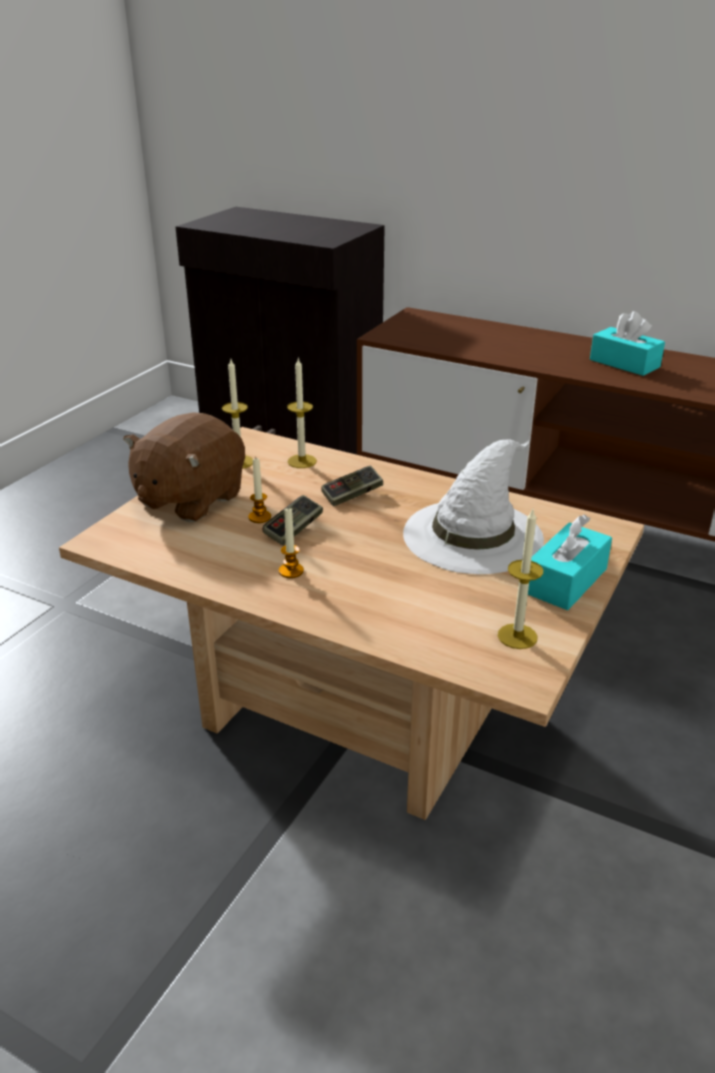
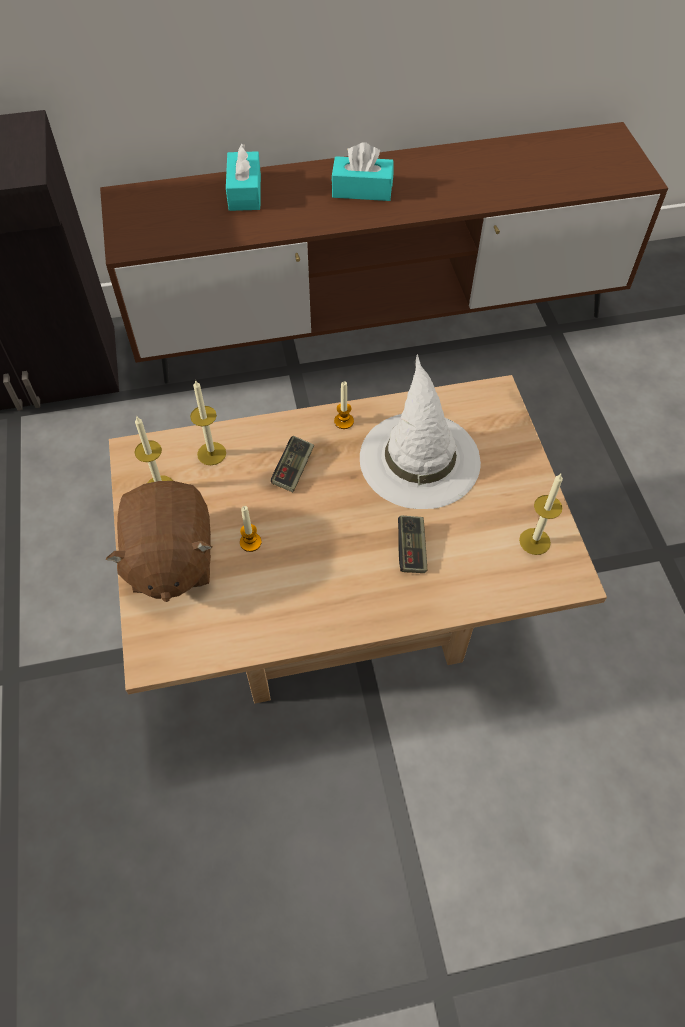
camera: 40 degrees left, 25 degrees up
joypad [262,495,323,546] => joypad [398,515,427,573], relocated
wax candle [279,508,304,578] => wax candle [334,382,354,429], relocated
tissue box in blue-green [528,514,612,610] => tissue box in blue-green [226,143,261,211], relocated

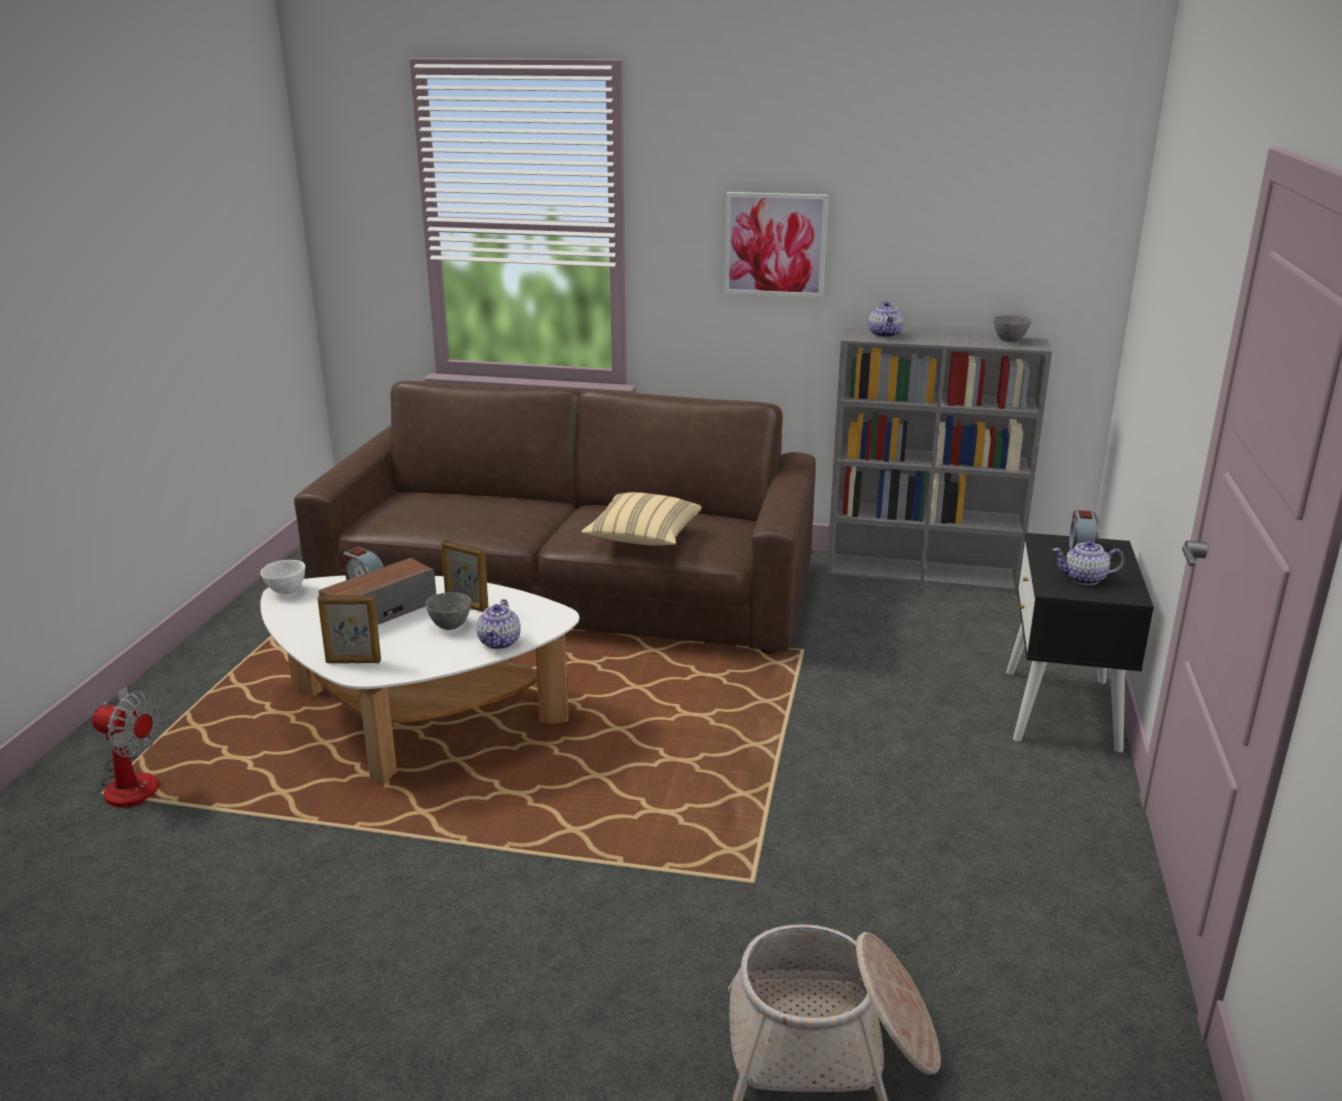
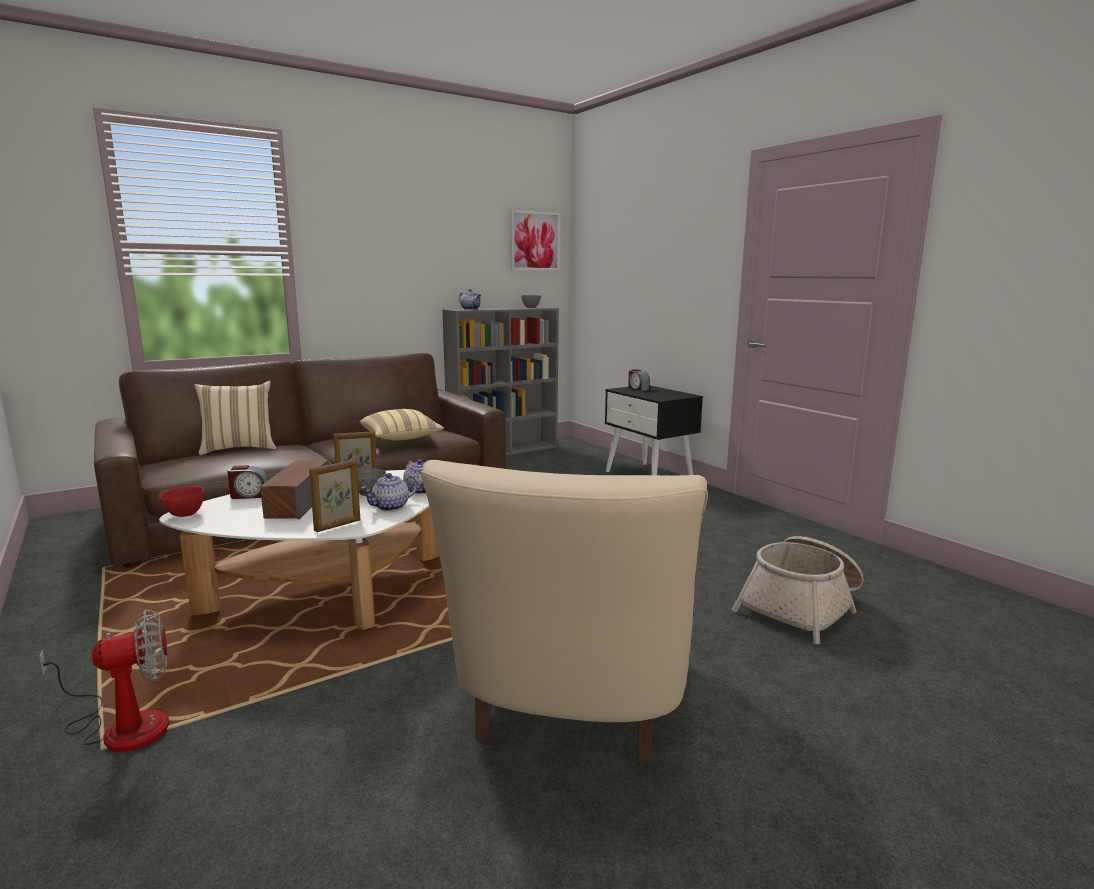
camera: 45 degrees left, 10 degrees down
wall picture [724,192,828,298] => wall picture [510,210,560,271], relocated
pot for tea [1052,540,1125,585] => pot for tea [361,473,418,511], relocated
bowl in white [261,560,305,594] => bowl in red-coloured [159,486,204,517]
nothing => cushion in beige-coloured [194,381,276,455]
nothing => lounge chair in beige-coloured [420,460,708,764]

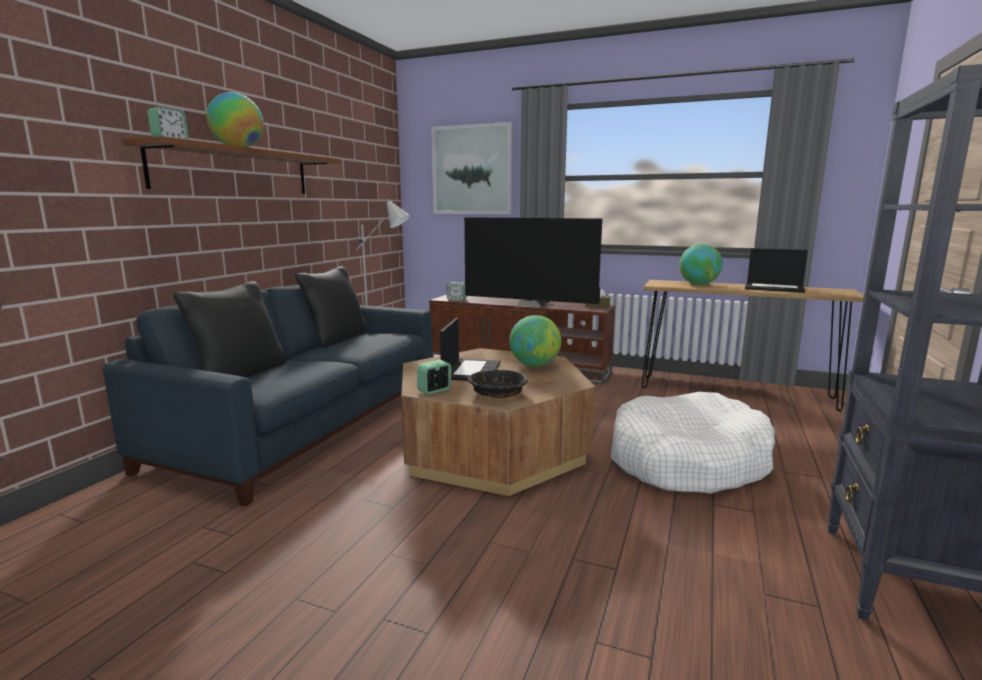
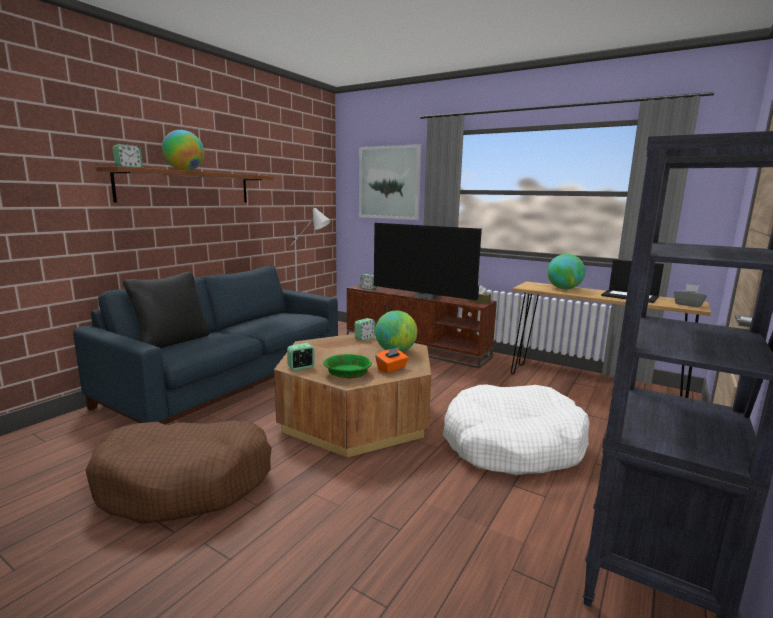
camera: 10 degrees right, 0 degrees up
cushion in black [295,266,367,348] => nothing
laptop [440,318,500,381] => nothing
bowl in black [468,370,528,398] => bowl in green [324,354,372,379]
nothing => tissue box in gray [674,284,707,307]
nothing => bedside clock [355,318,375,341]
nothing => tissue box in orange-coloured [375,347,408,373]
nothing => dog bed in brown-coloured [85,420,272,524]

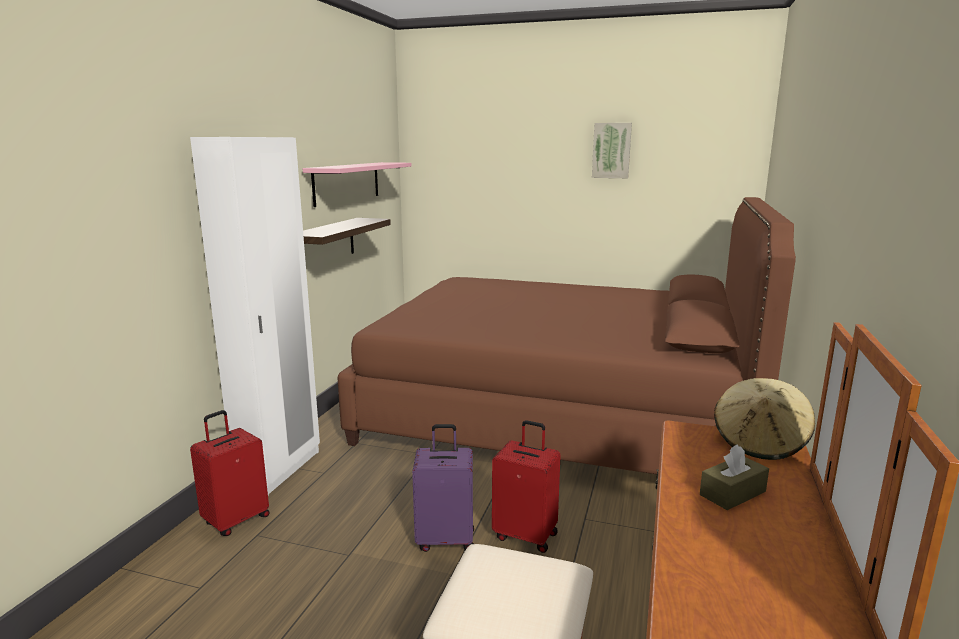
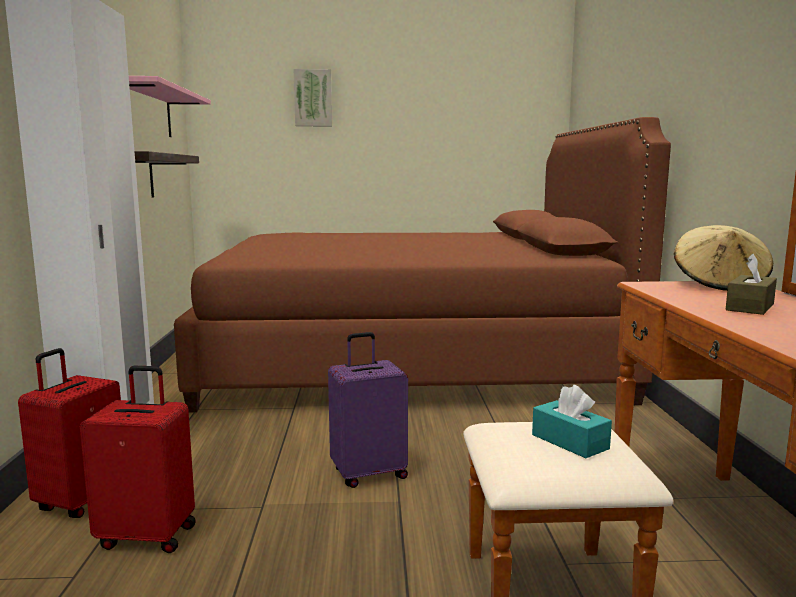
camera: 20 degrees left, 5 degrees down
wall picture [592,123,632,178] => wall picture [293,69,332,126], relocated
suitcase in red-coloured [492,420,561,553] => suitcase in red-coloured [80,366,196,553], relocated
nothing => tissue box in blue-green [532,385,612,458]

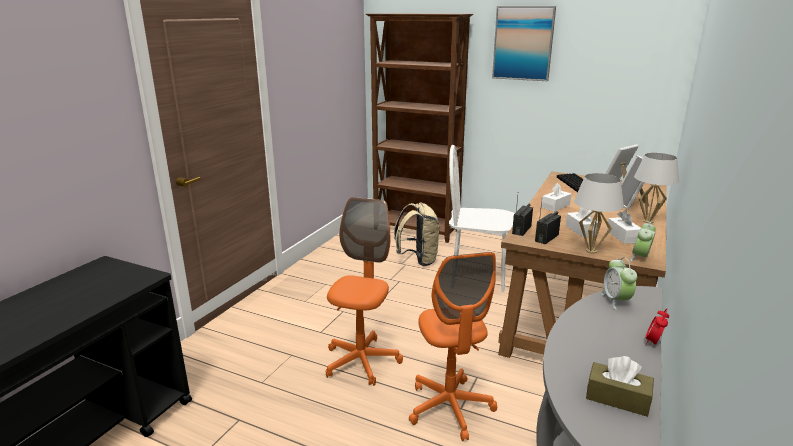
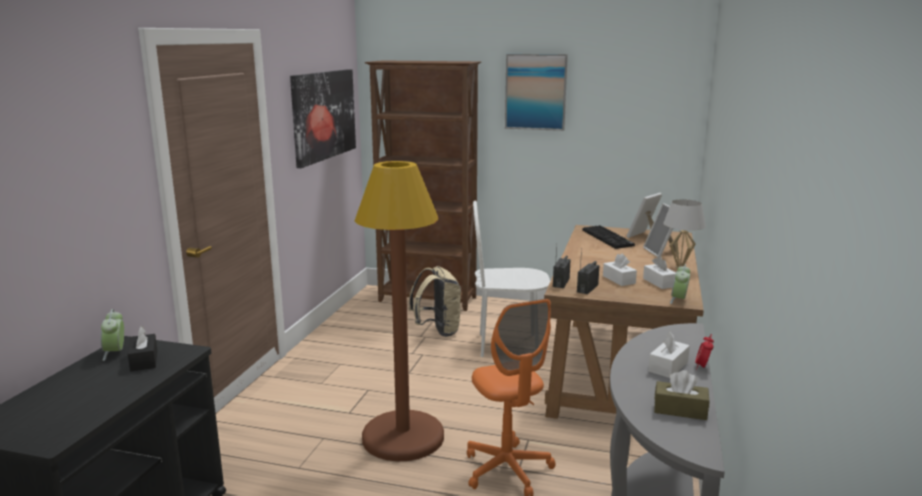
camera: 10 degrees left, 5 degrees down
table lamp in white [574,173,624,254] => nothing
tissue box in white [541,183,571,212] => tissue box in white [648,332,690,378], relocated
desk chair in orange-coloured [326,197,403,386] => standing lamp in brown-coloured [355,161,444,461]
bedside clock [601,257,637,310] => bedside clock [101,309,124,361], relocated
nothing => wall picture [290,69,356,168]
nothing => tissue box in black [128,326,157,371]

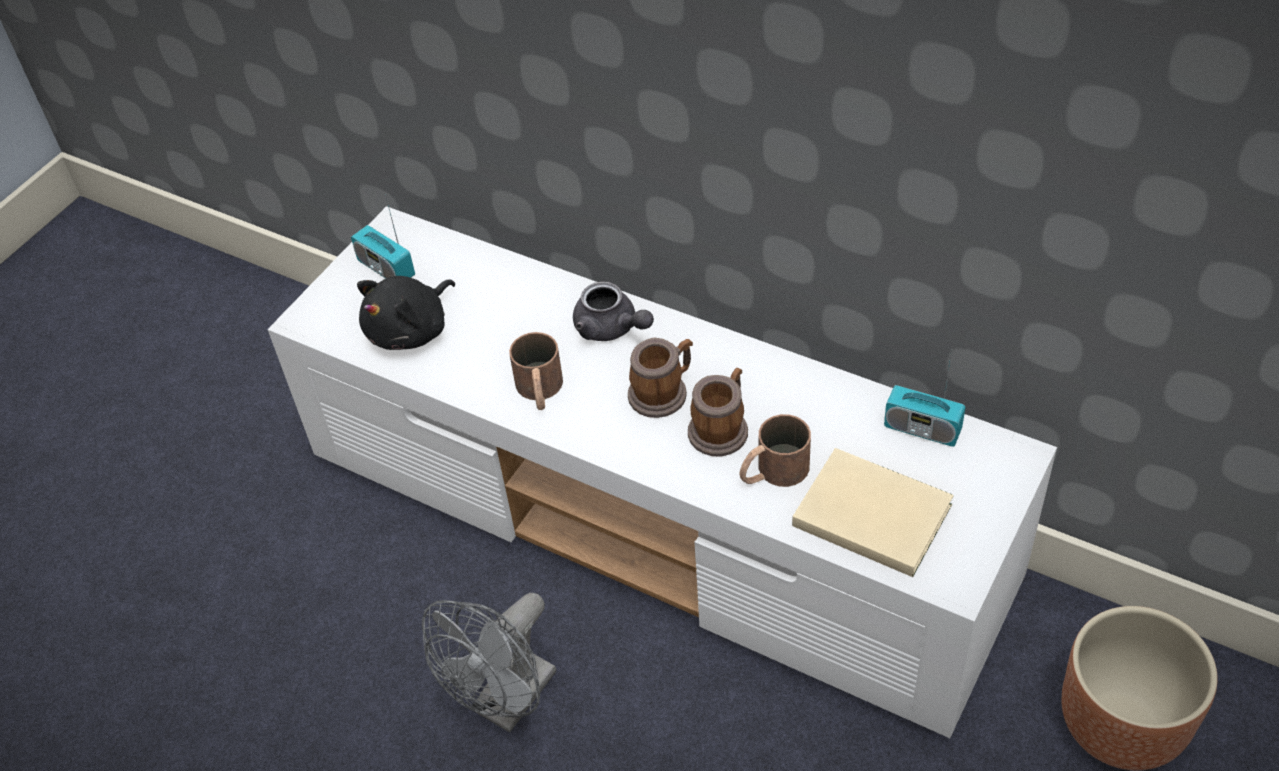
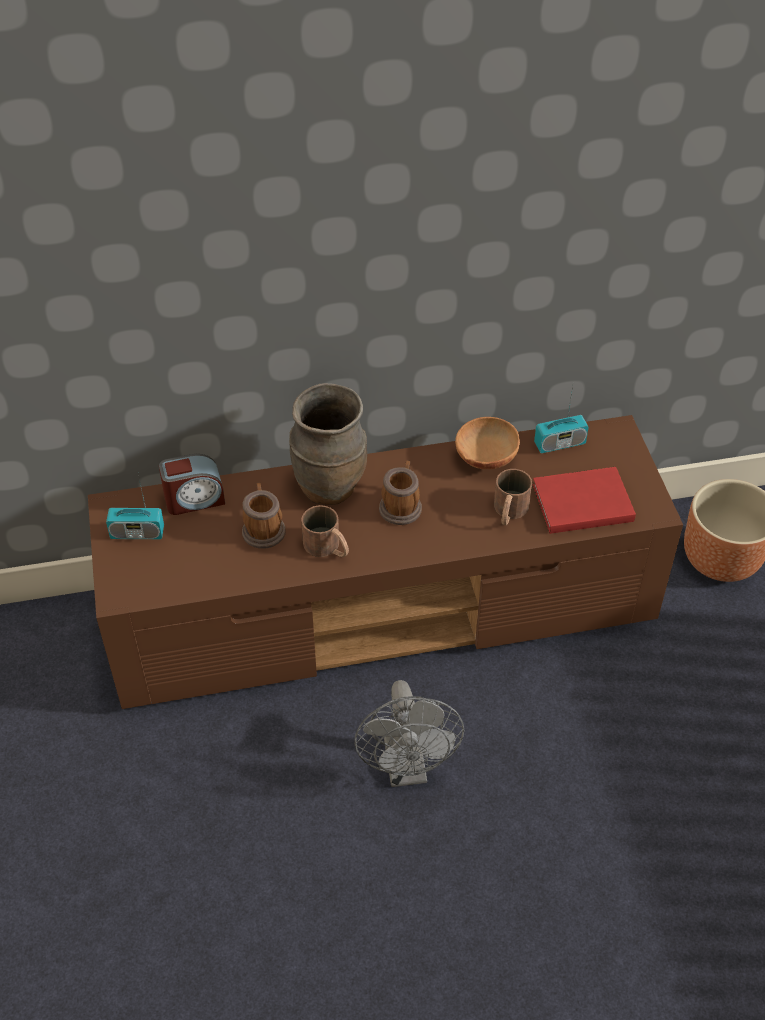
camera: 45 degrees left, 0 degrees up
media console in white [268,206,1057,738] => media console in brown-coloured [88,415,683,709]
cuddly toy in black [357,276,455,350] => nothing
pot for tea in gray [573,282,654,341] => decorative vase in brown-coloured [289,383,367,505]
coffee mug [688,368,748,456] => coffee mug [242,483,286,549], relocated
bound book in beige-coloured [792,448,954,577] => bound book in red-coloured [532,467,636,534]
nothing => bowl in brown-coloured [455,417,520,469]
nothing => bedside clock [159,454,225,515]

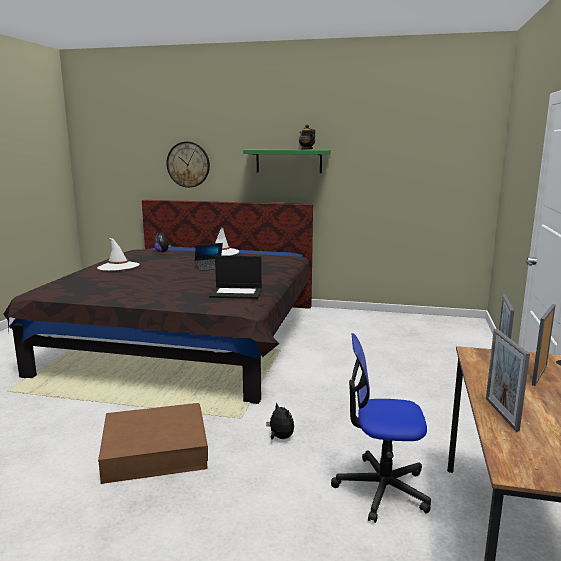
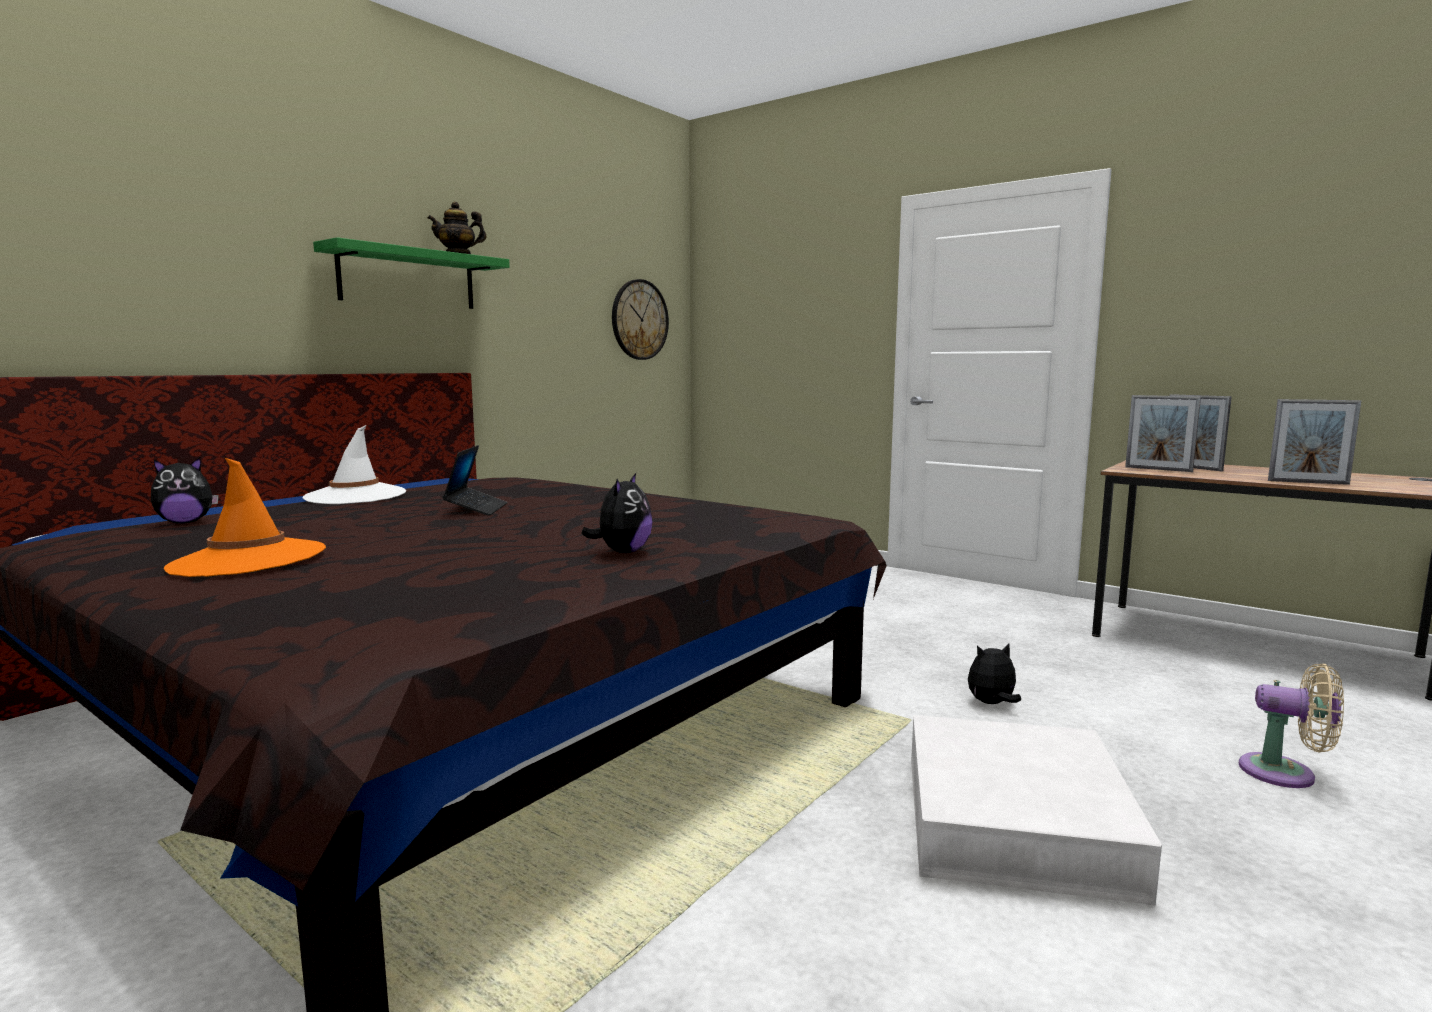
camera: 65 degrees left, 5 degrees down
hanging clock [166,142,210,188] => hanging clock [612,279,669,360], relocated
clothing hat in white [97,238,139,271] => clothing hat in orange-coloured [164,458,326,577]
laptop [209,255,262,299] => nothing
desk chair [331,333,431,523] => nothing
storage container in brown-coloured [98,403,208,484] => storage container in white [911,715,1162,906]
nothing => cuddly toy [581,473,653,553]
nothing => fan in beige-coloured [1239,663,1344,788]

